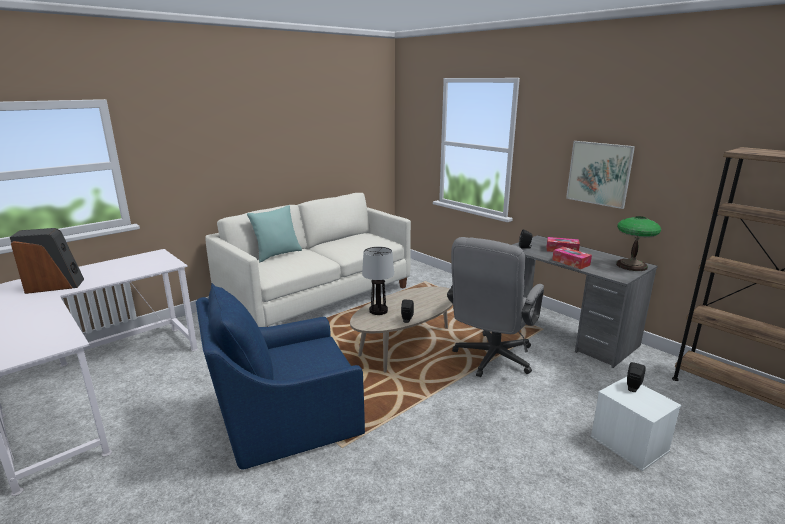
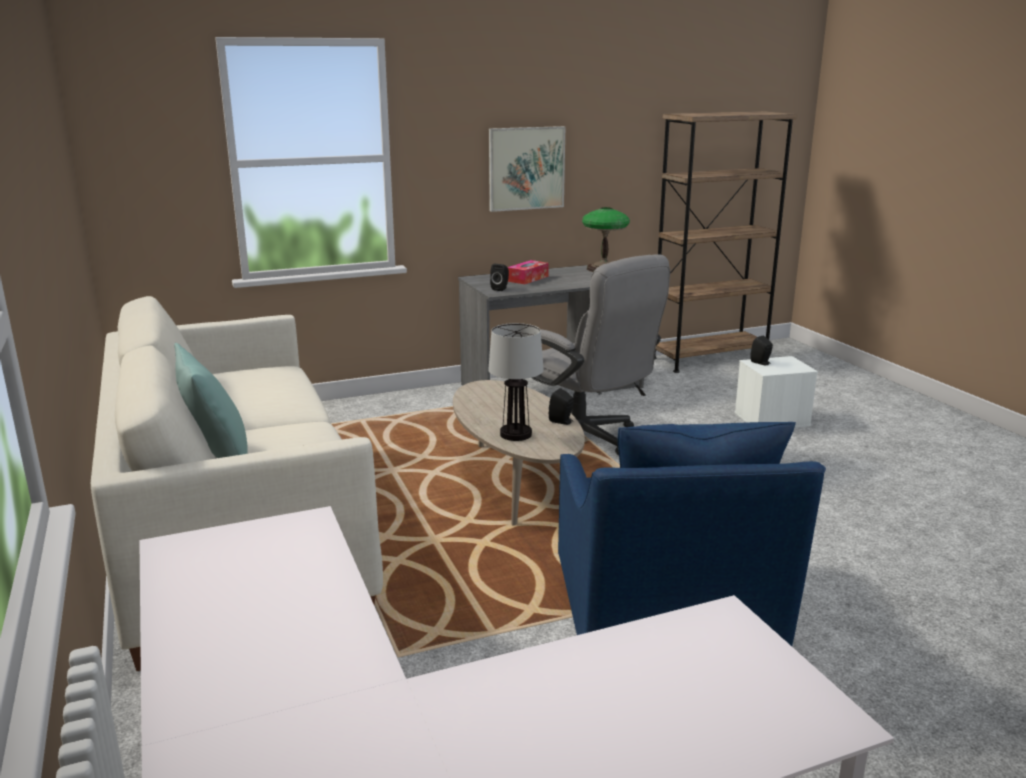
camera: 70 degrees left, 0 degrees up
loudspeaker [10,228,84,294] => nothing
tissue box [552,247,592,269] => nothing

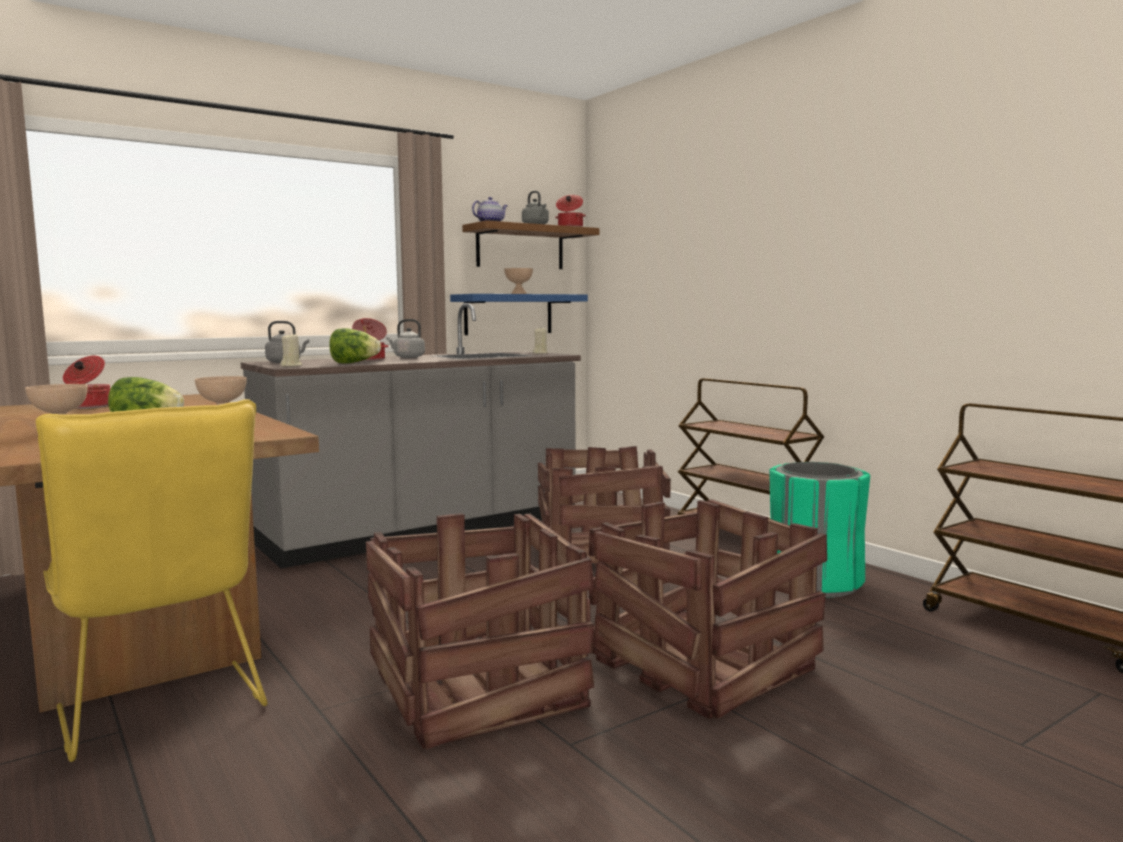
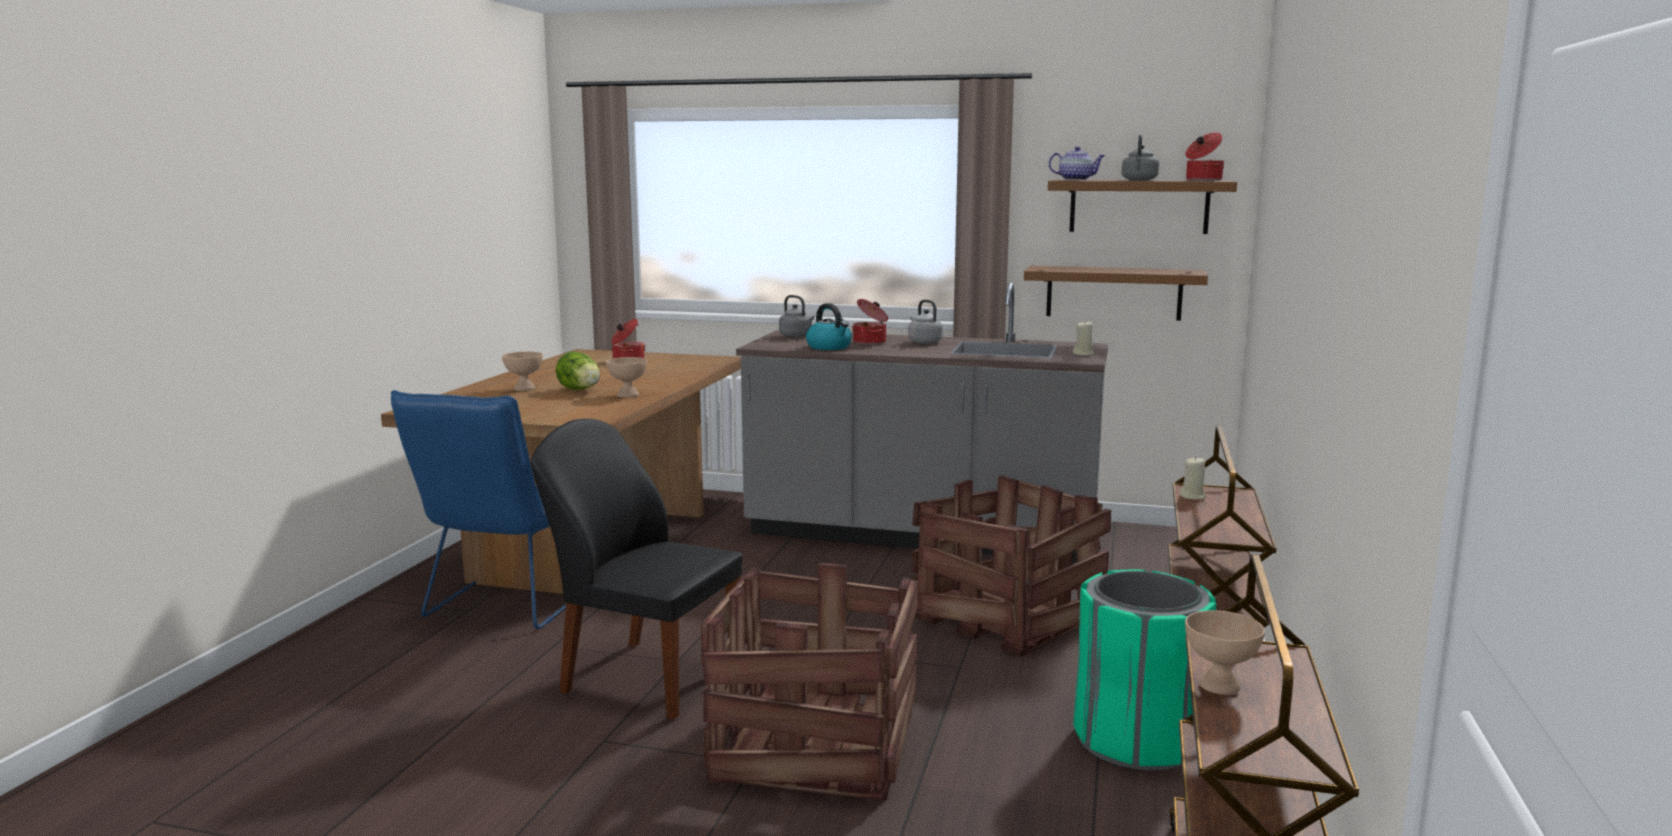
camera: 50 degrees right, 5 degrees up
bowl in beige-coloured [504,268,533,294] => bowl in beige-coloured [1185,610,1265,695], relocated
shelf in blue-coloured [450,294,588,335] => shelf in brown-coloured [1024,266,1208,321]
lettuce [329,328,381,364] => water kettle [806,303,852,350]
wax candle in beige-coloured [281,334,302,366] => wax candle in beige-coloured [1179,457,1207,500], relocated
chair in yellow-coloured [36,399,268,762] => chair in blue-coloured [391,390,566,629]
shipping crate [366,513,594,750] => chair in black [531,419,742,719]

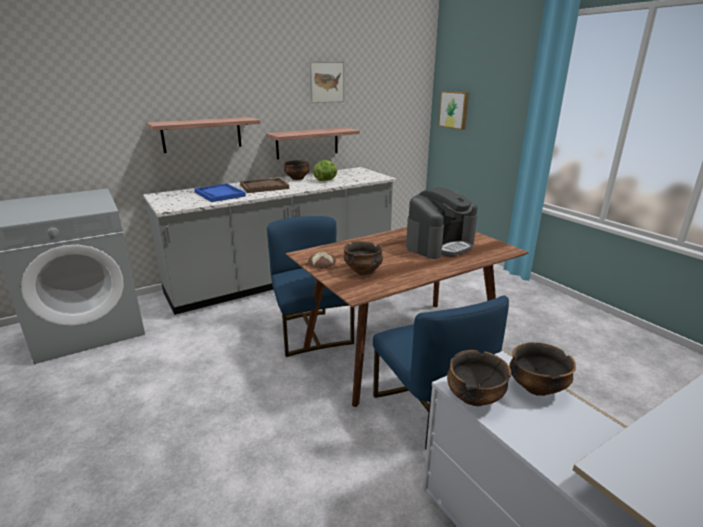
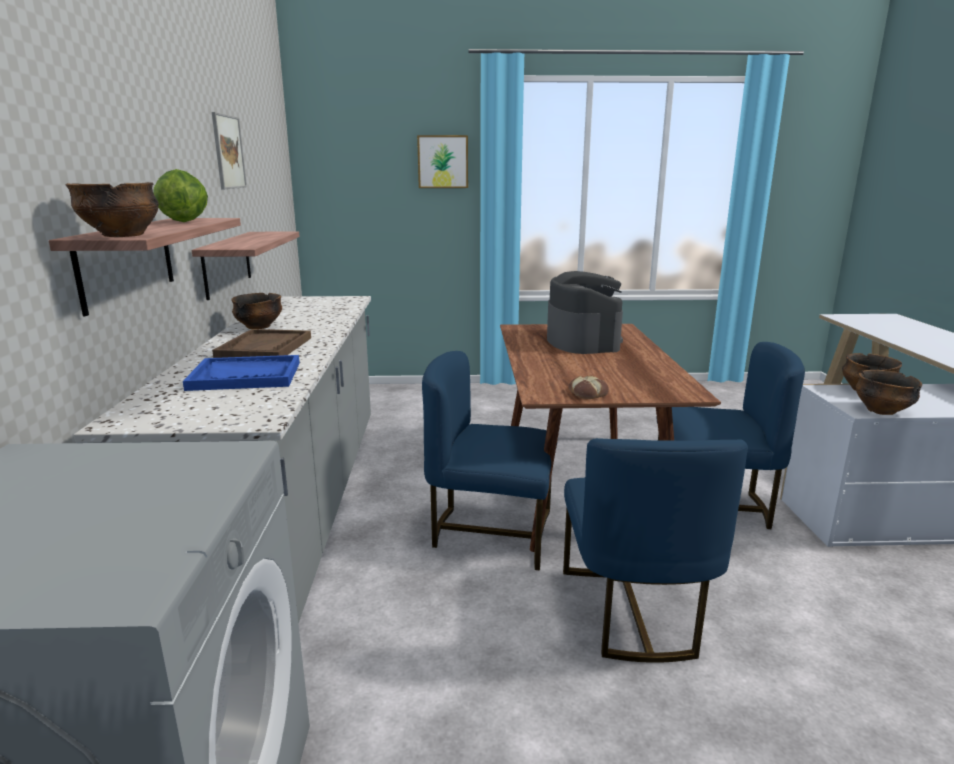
camera: 60 degrees left, 5 degrees down
wall picture [438,91,469,130] => wall picture [417,135,468,188], relocated
lettuce [313,160,337,181] => lettuce [153,169,208,222], relocated
bowl [343,241,383,275] => bowl [65,182,159,237], relocated
nothing => chair in blue-coloured [563,438,748,663]

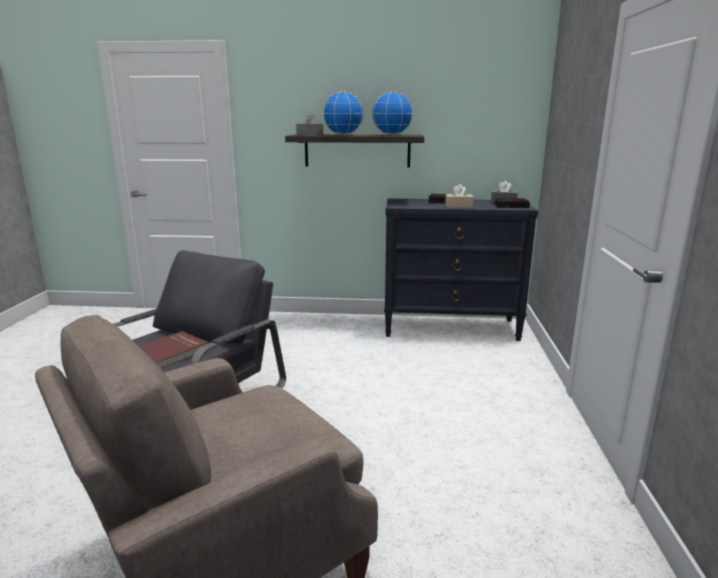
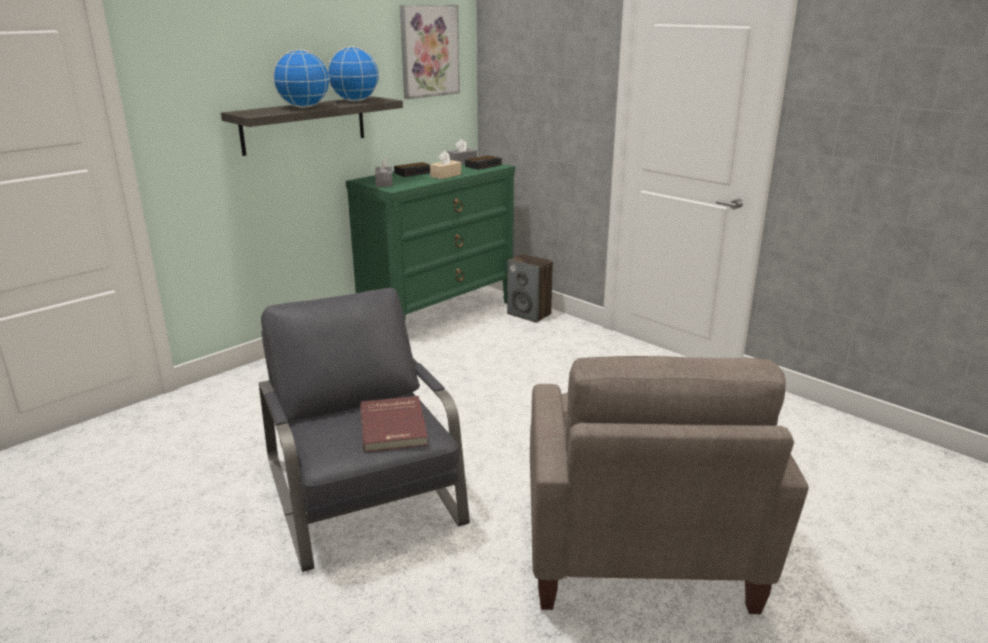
camera: 50 degrees left, 5 degrees up
tissue box in gray [296,113,323,135] => tissue box in gray [375,157,392,187], relocated
dresser in black [384,199,538,341] => dresser in green [346,164,515,318]
nothing => wall picture [400,5,460,99]
nothing => loudspeaker [507,254,553,323]

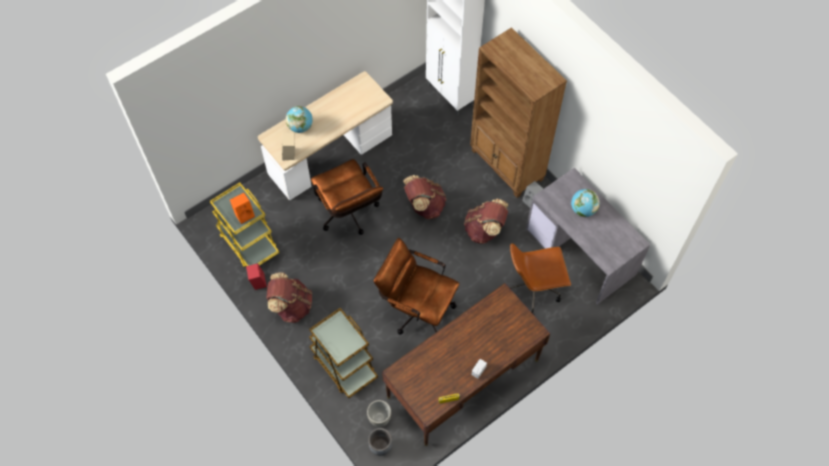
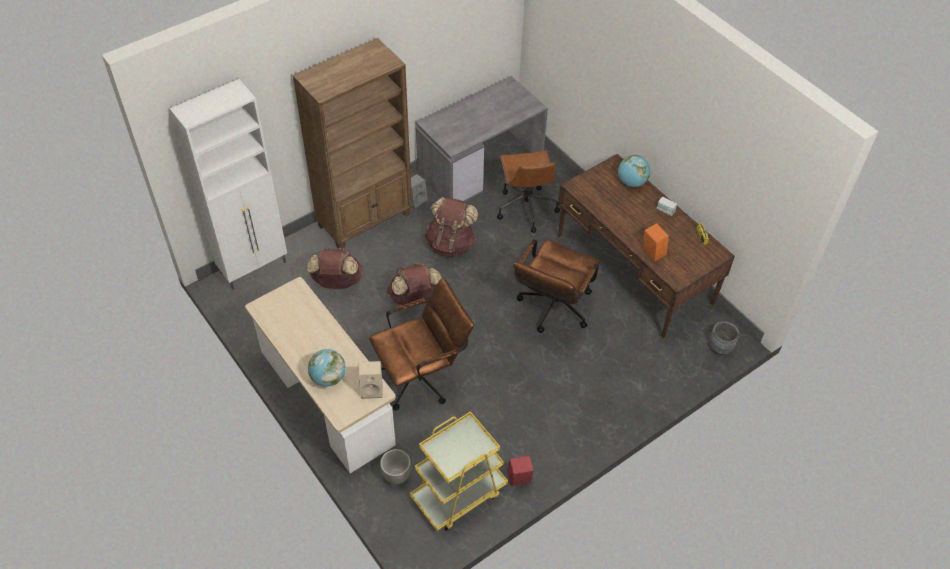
camera: 90 degrees left, 10 degrees down
globe [571,189,600,217] => globe [618,155,650,187], relocated
loudspeaker in orange-coloured [230,193,255,224] => loudspeaker in orange-coloured [643,223,669,262], relocated
rucksack in brown-coloured [267,272,312,323] => rucksack in brown-coloured [307,248,363,289], relocated
cart in brown-coloured [309,308,378,398] => nothing
planter in gray [367,400,391,427] => planter in gray [380,449,411,484], relocated

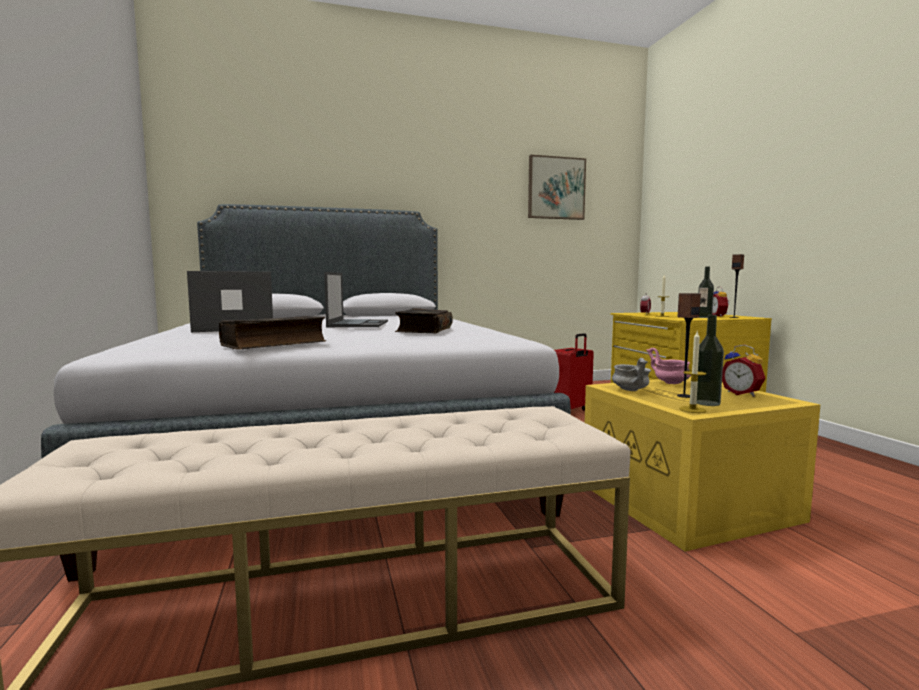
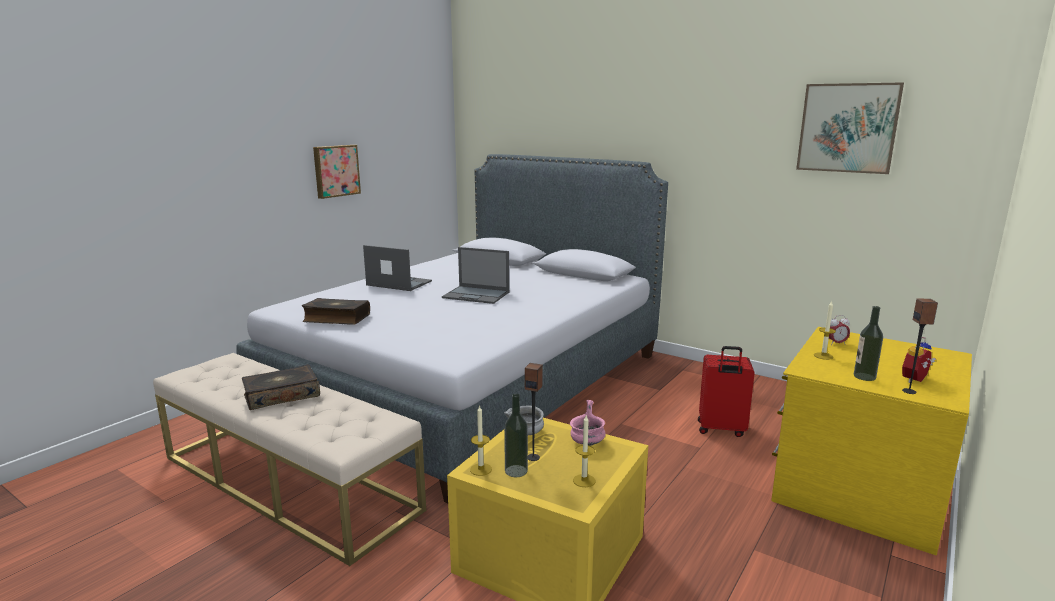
camera: 50 degrees right, 10 degrees up
laptop [324,272,388,327] => laptop [442,247,509,304], 60 degrees clockwise
bound book [395,308,453,334] => bound book [242,365,320,410], relocated
bedside clock [722,344,766,397] => wax candle [573,415,595,487]
nothing => wall picture [313,145,361,199]

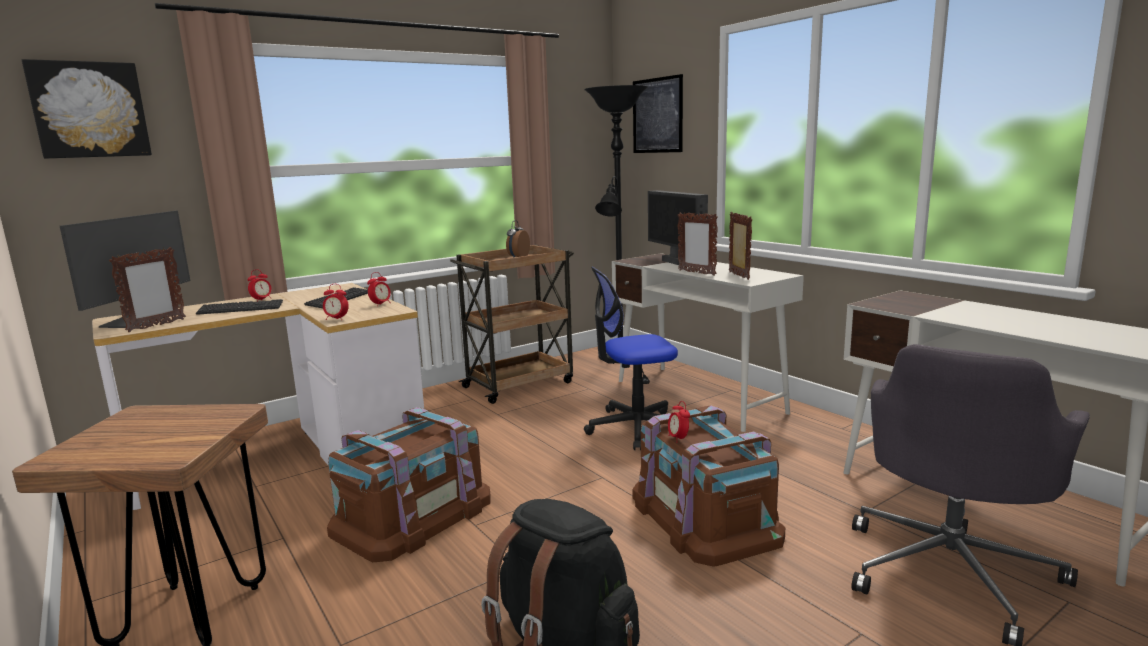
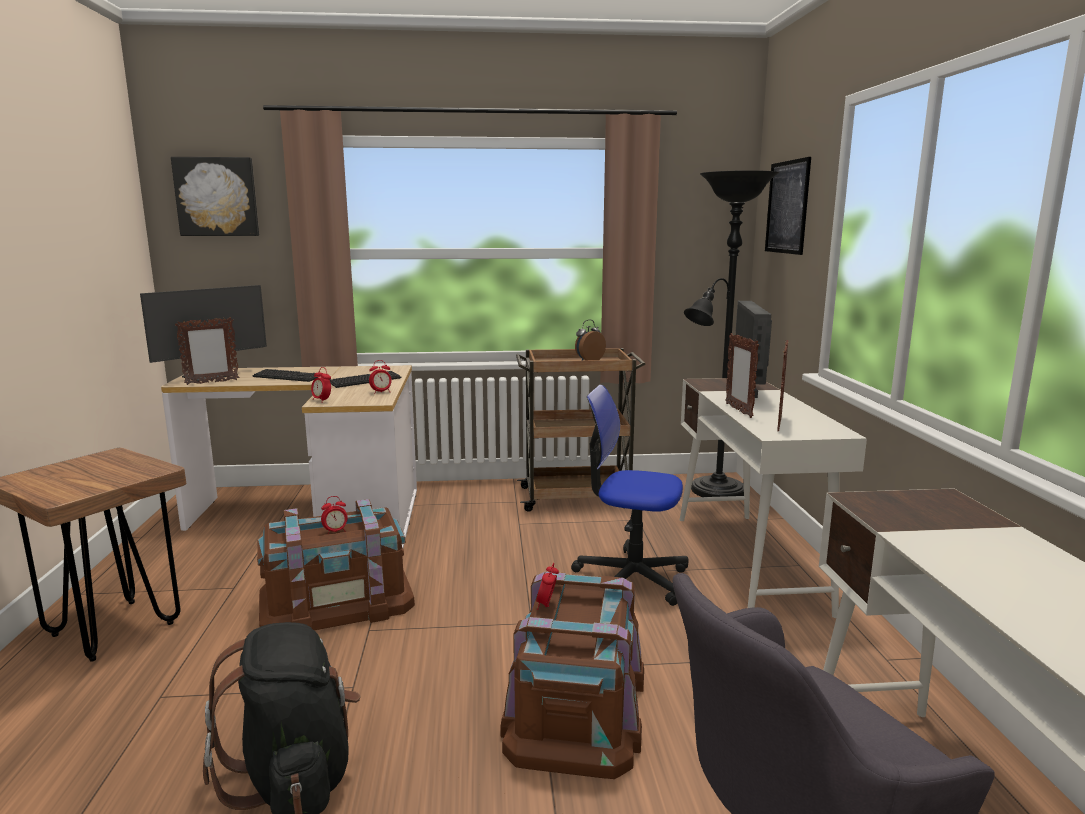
camera: 30 degrees right, 0 degrees up
bedside clock [247,270,272,302] => bedside clock [321,496,348,535], relocated

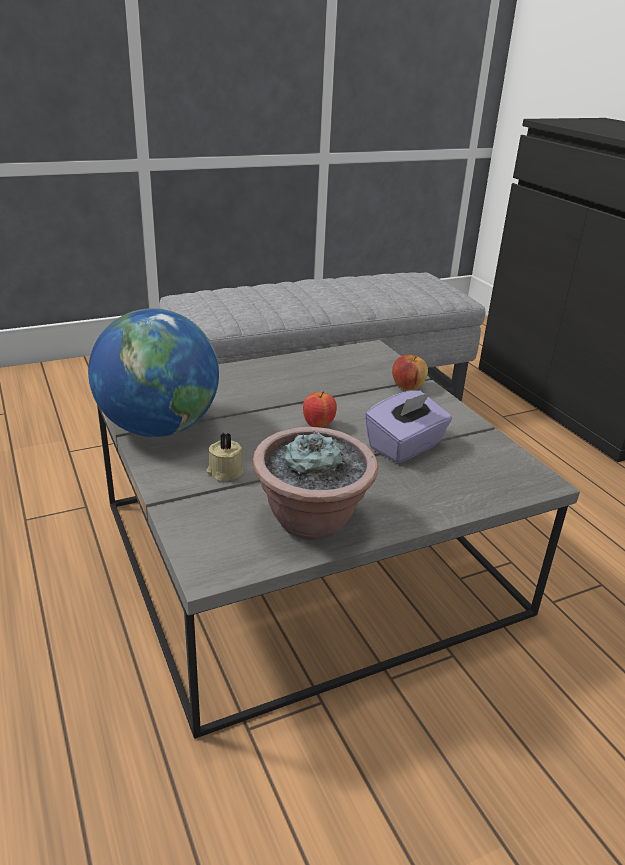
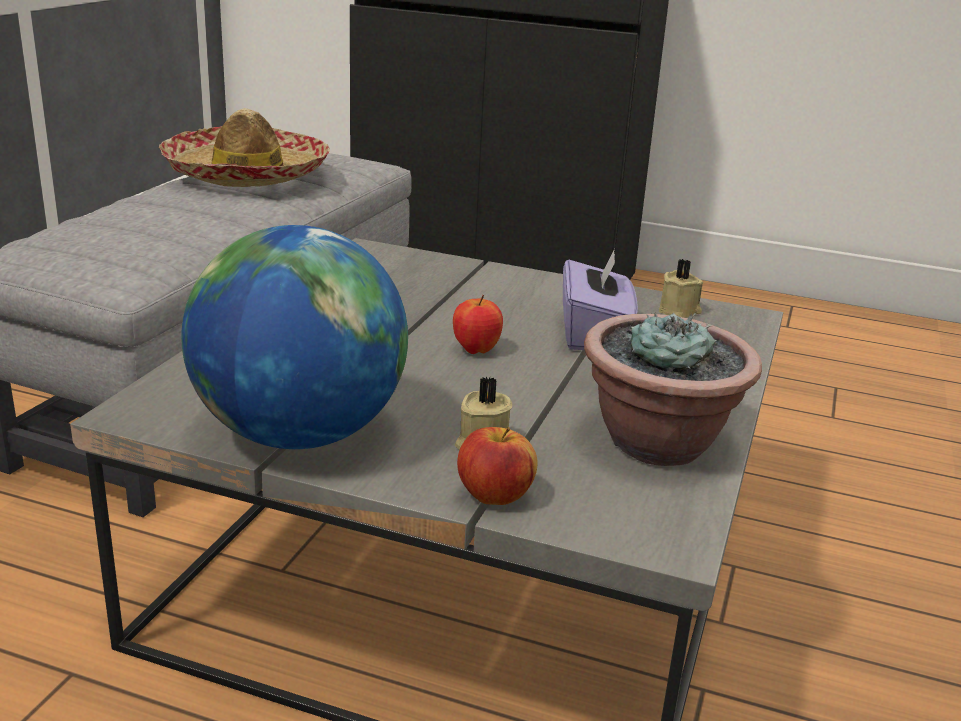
camera: 45 degrees left, 5 degrees down
whole apple [392,355,428,390] => whole apple [457,427,538,505], relocated
nothing => clothing hat [159,108,330,187]
nothing => wax candle in beige-coloured [659,259,703,318]

